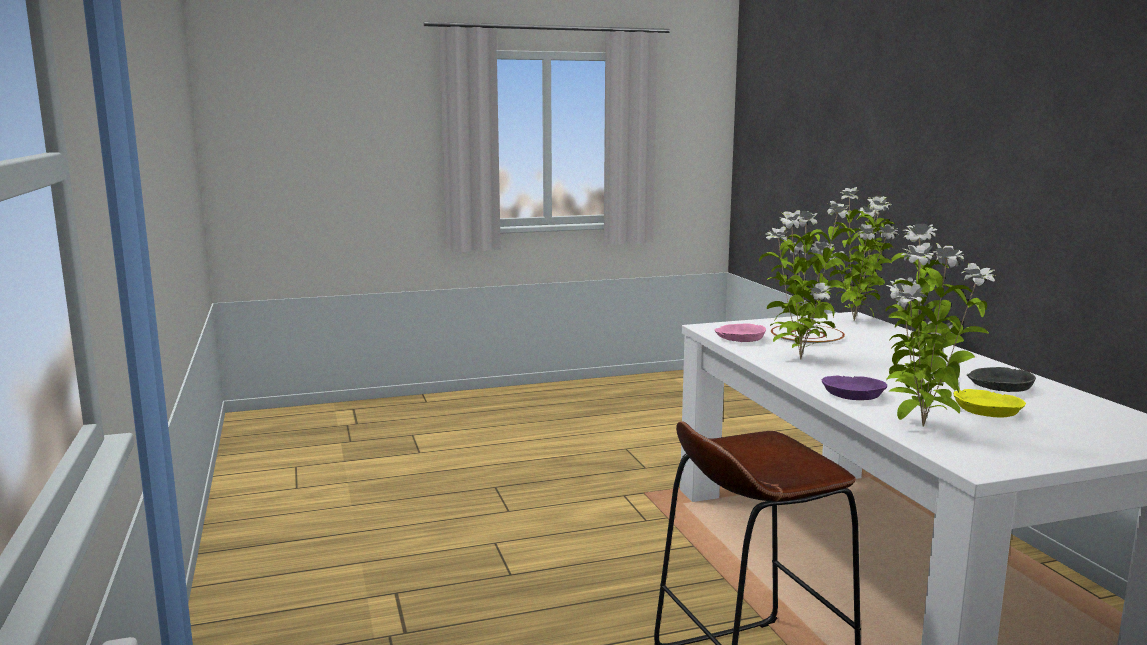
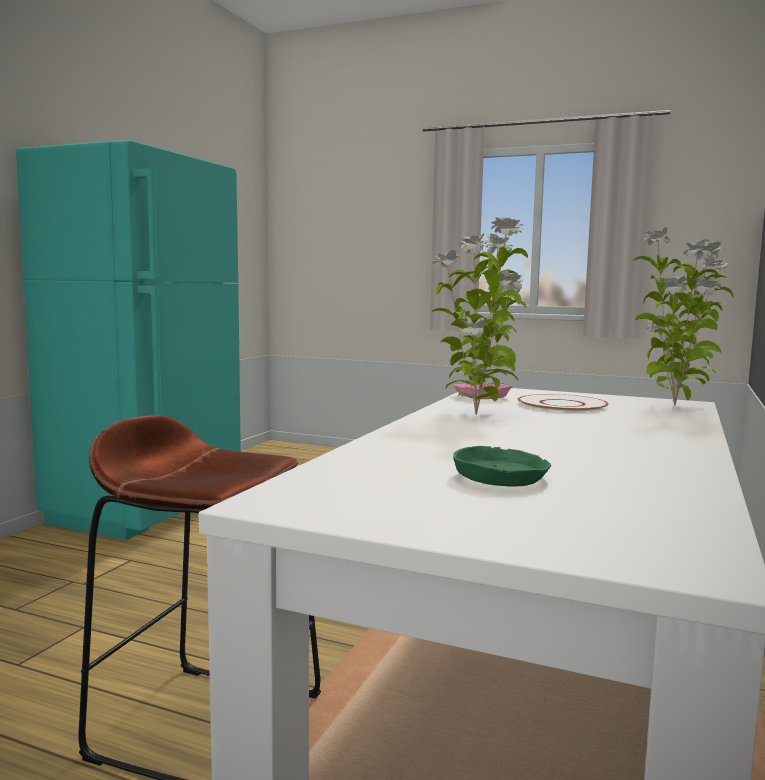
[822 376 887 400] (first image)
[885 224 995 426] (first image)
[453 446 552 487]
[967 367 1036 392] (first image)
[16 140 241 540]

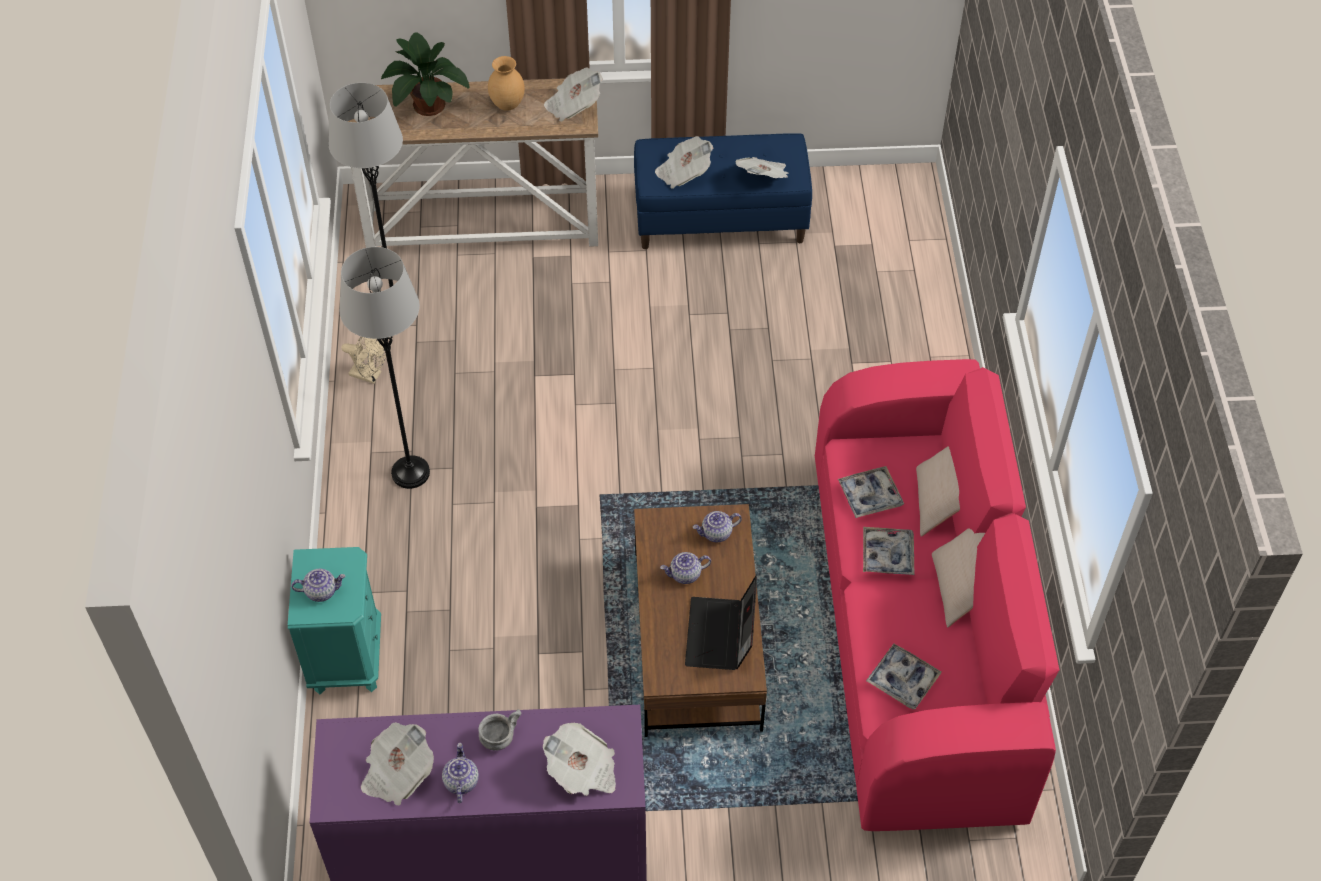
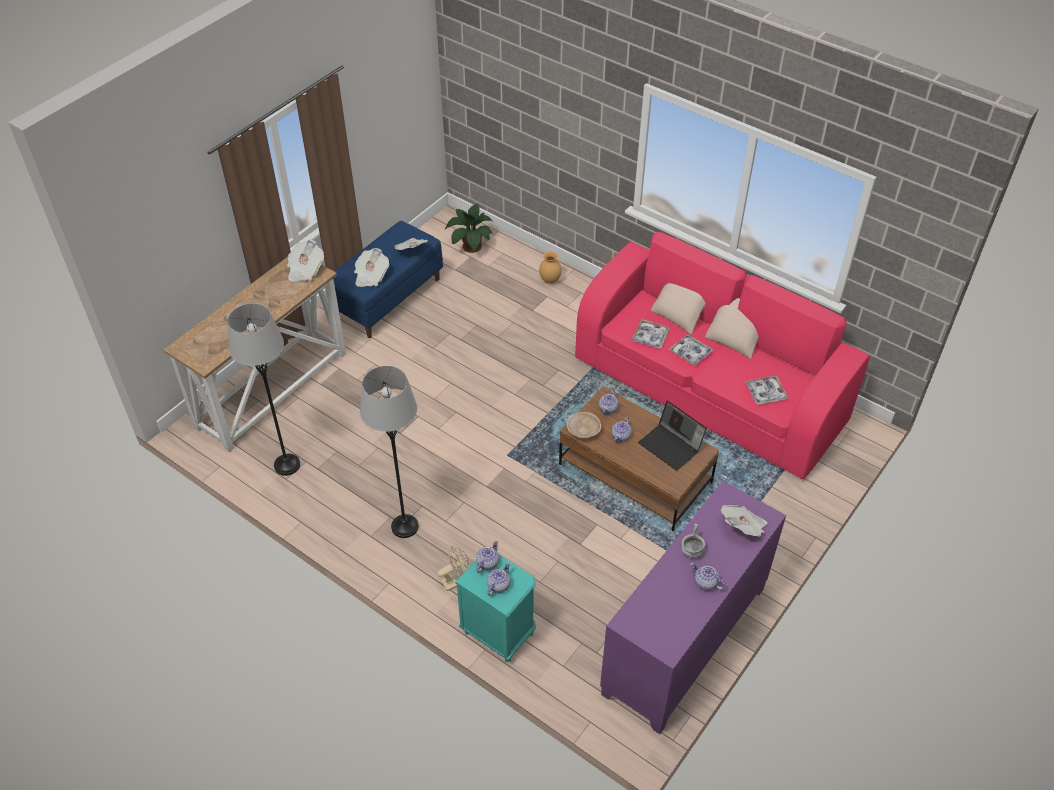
[437 546 471 591]
[361 722 434 806] (first image)
[445 204 492 253]
[539 251 562 284]
[476 540 499 573]
[566 412 601 438]

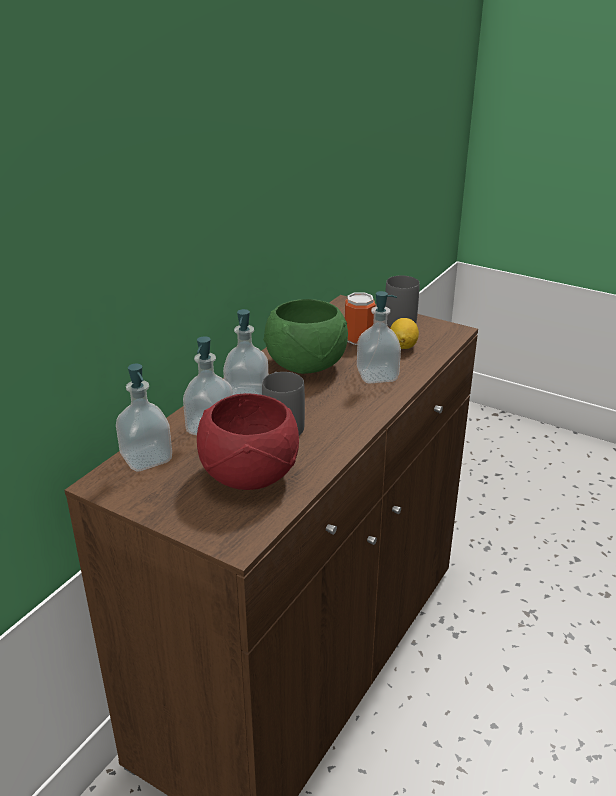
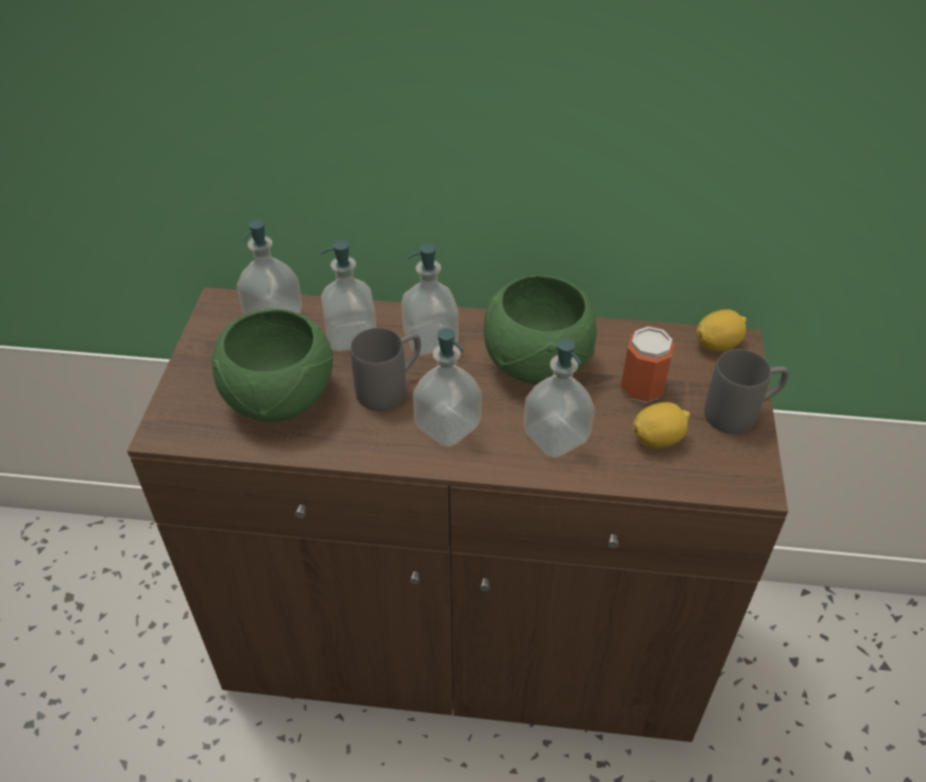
[212 307 333 422]
[413 328 482 447]
[696 309 747 352]

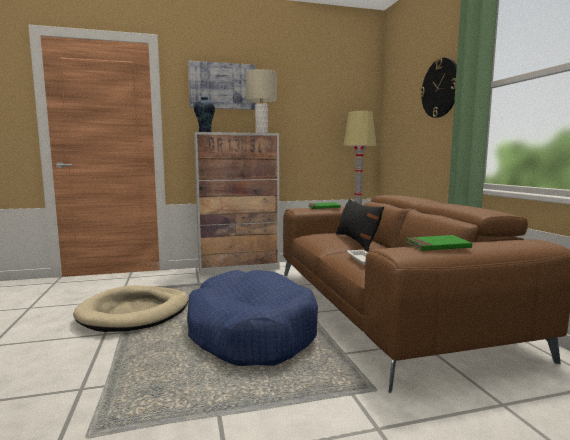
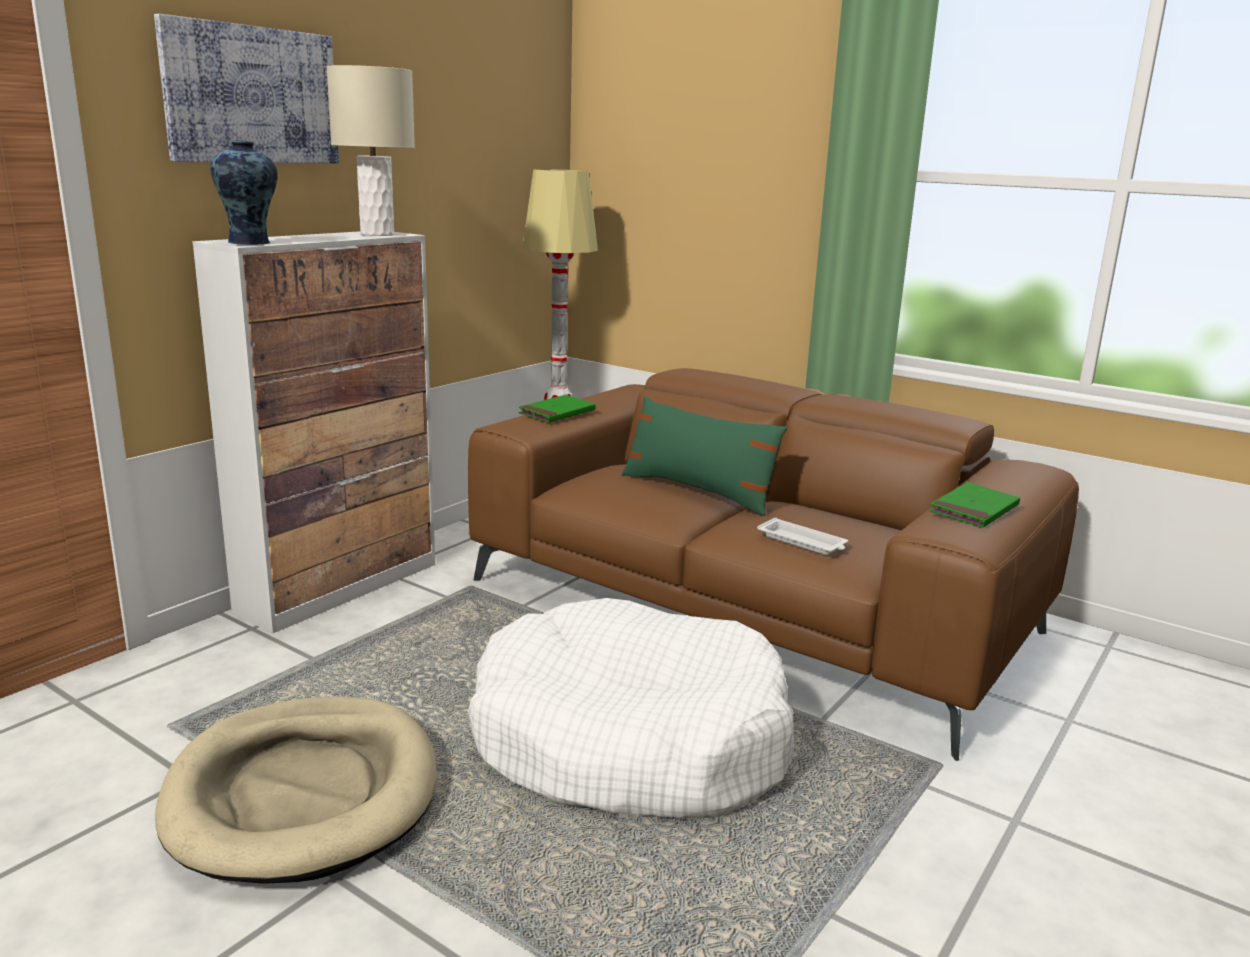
[468 598 793 818]
[622 396 788 516]
[420 58 457 118] (first image)

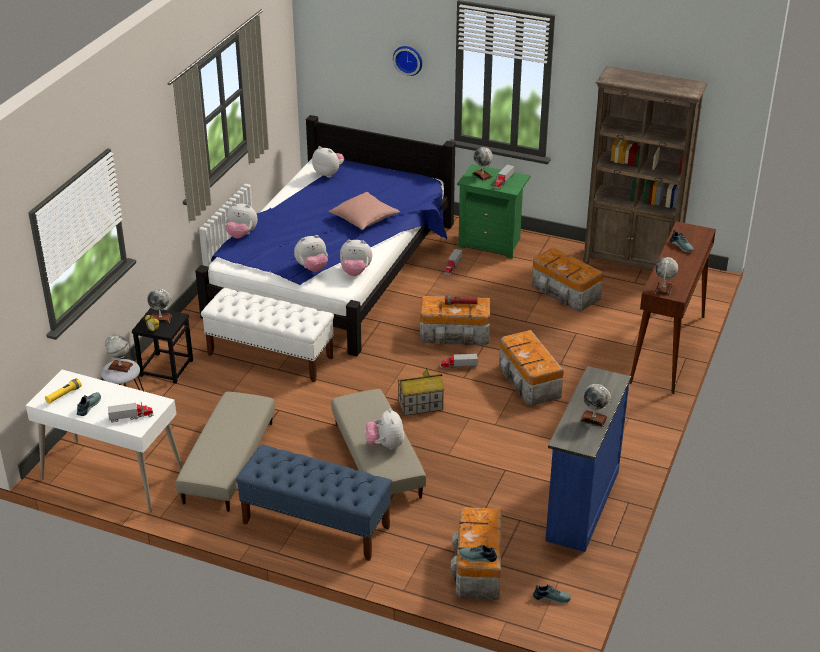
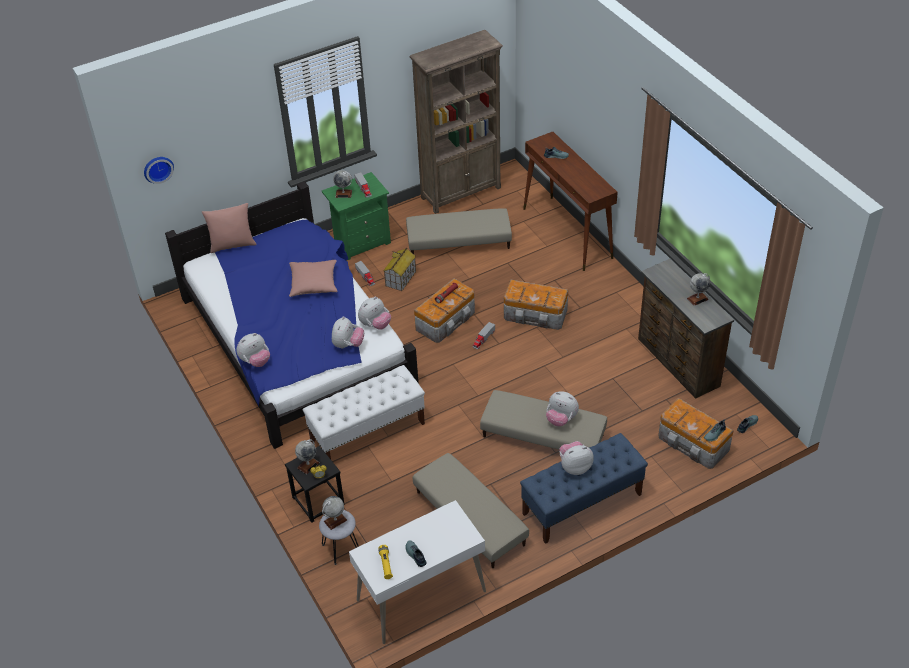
[108 402 154 423] (first image)
[559 441 594 475]
[144 157 174 184]
[383 248 416 291]
[406 208 512 254]
[638 259 734 399]
[655 257 678 296] (first image)
[202 203 257 253]

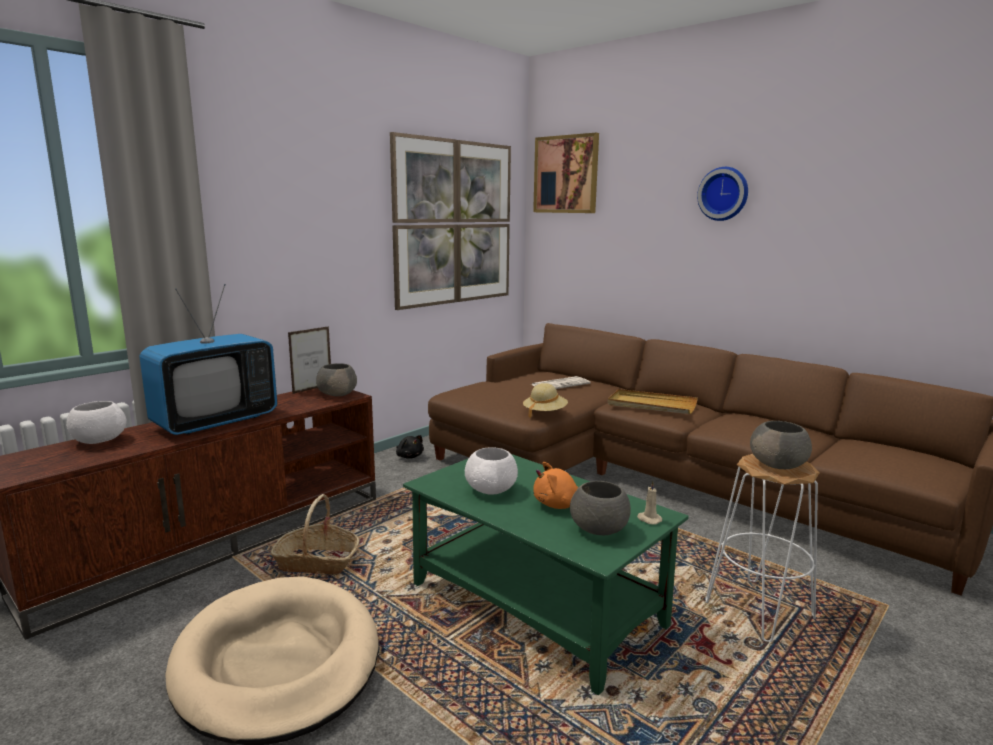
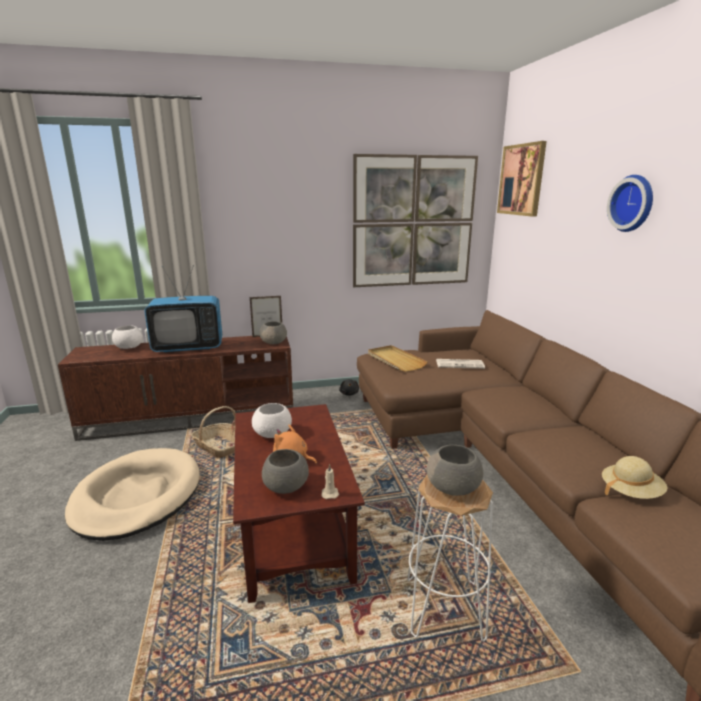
[233 404 365 603]
[602 456 668 499]
[368 345 428 372]

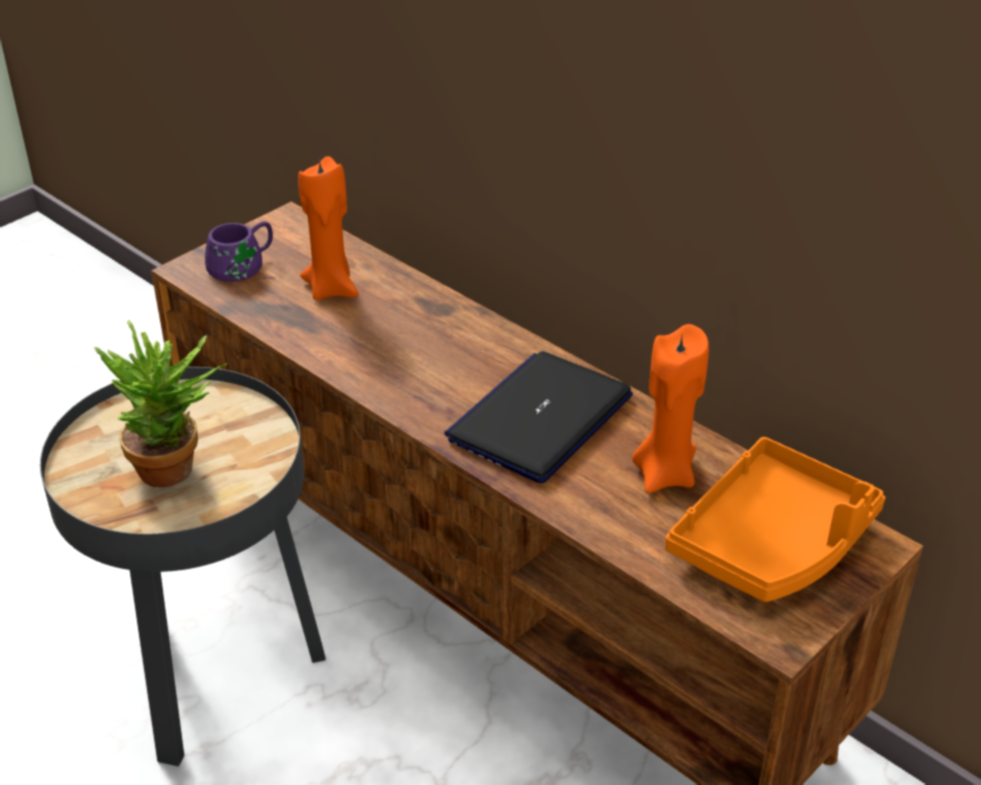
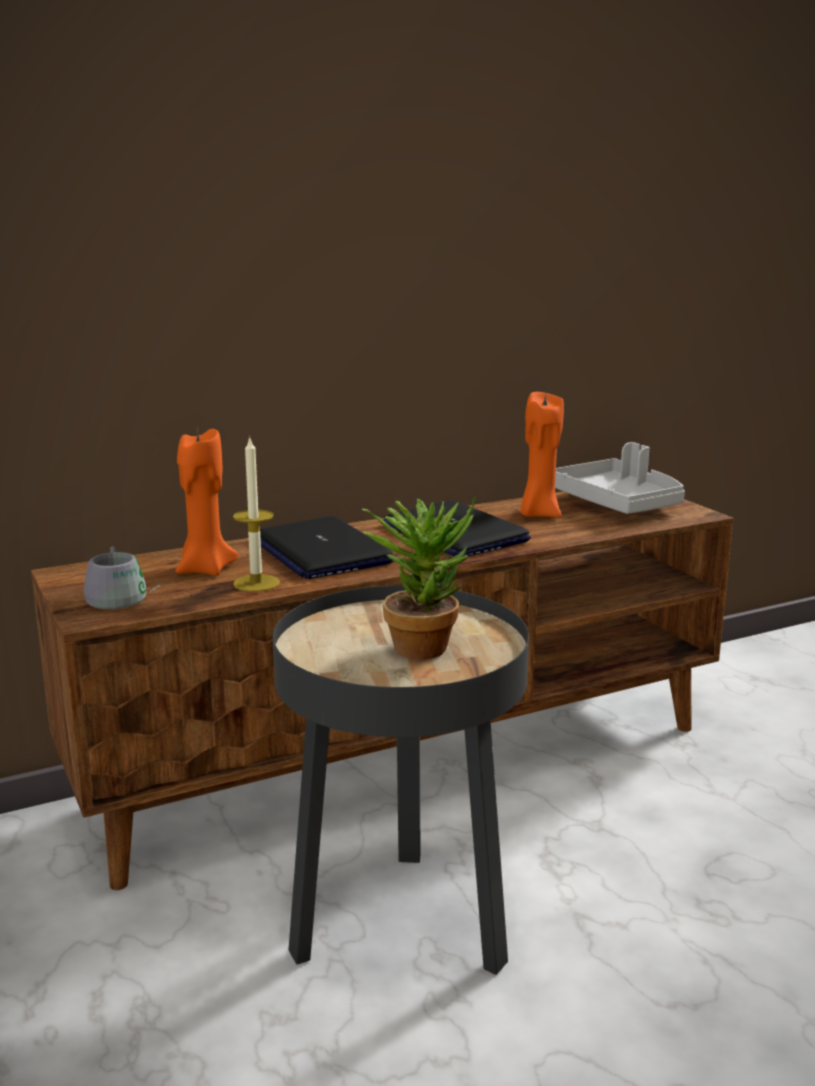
[84 546 160 609]
[555 442 685 514]
[233 436 280 592]
[260 516 393 579]

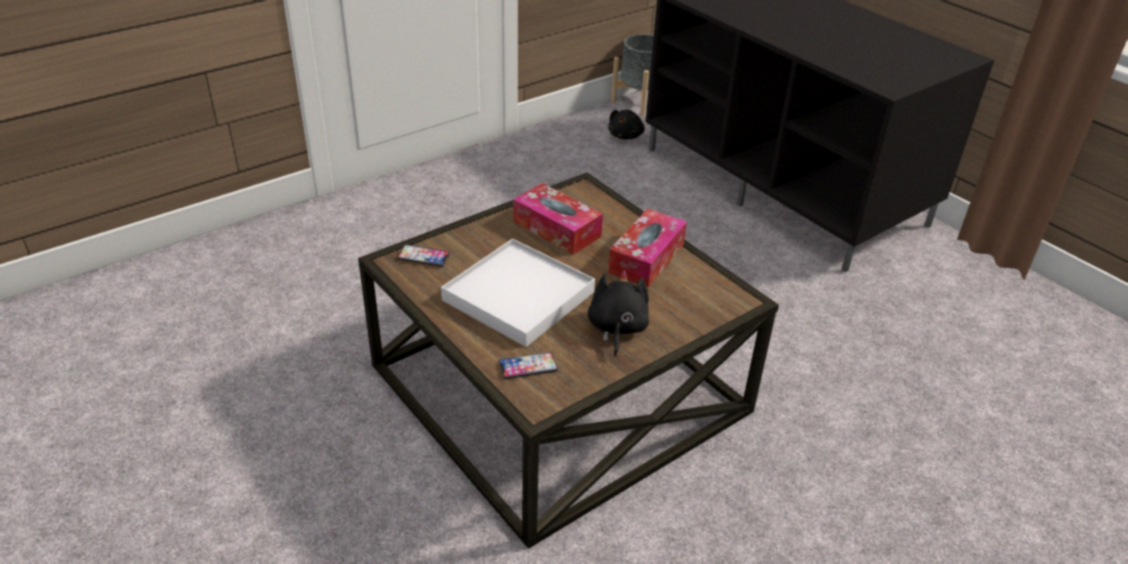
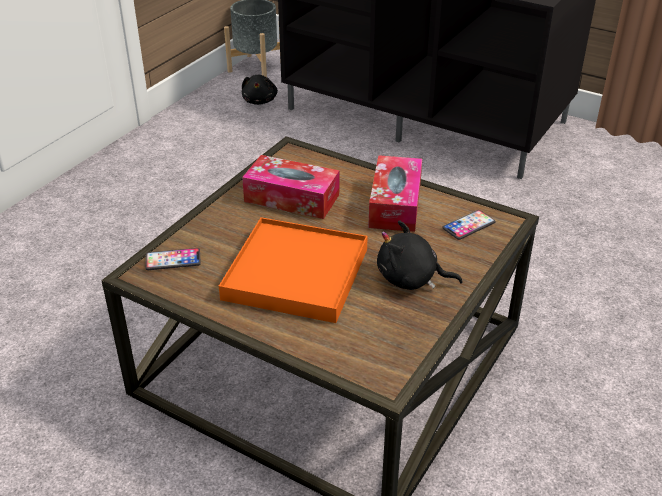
[219 217 368 323]
[442 210 496 240]
[377 220 463 290]

